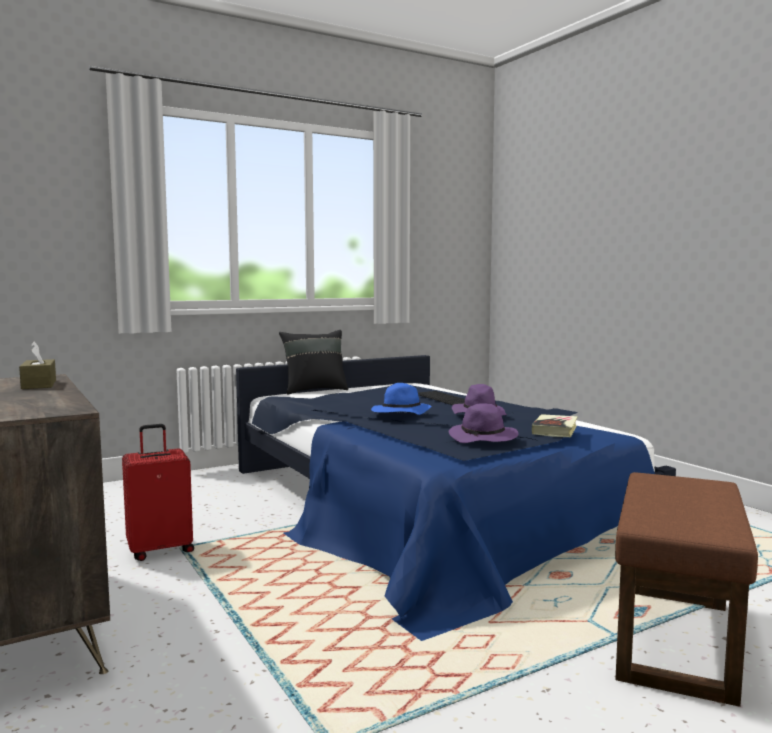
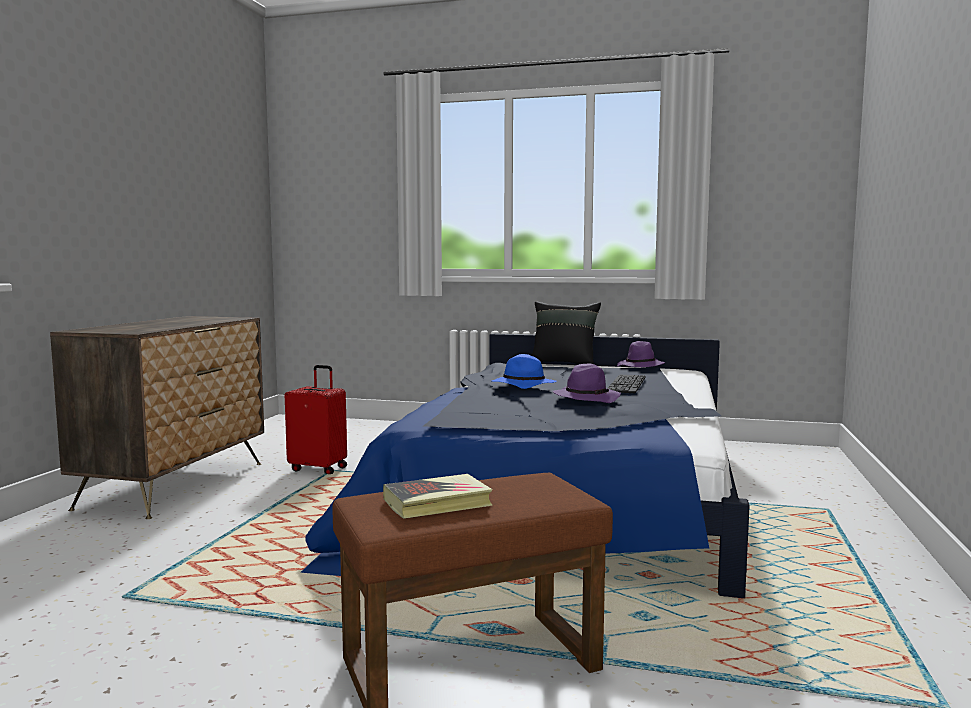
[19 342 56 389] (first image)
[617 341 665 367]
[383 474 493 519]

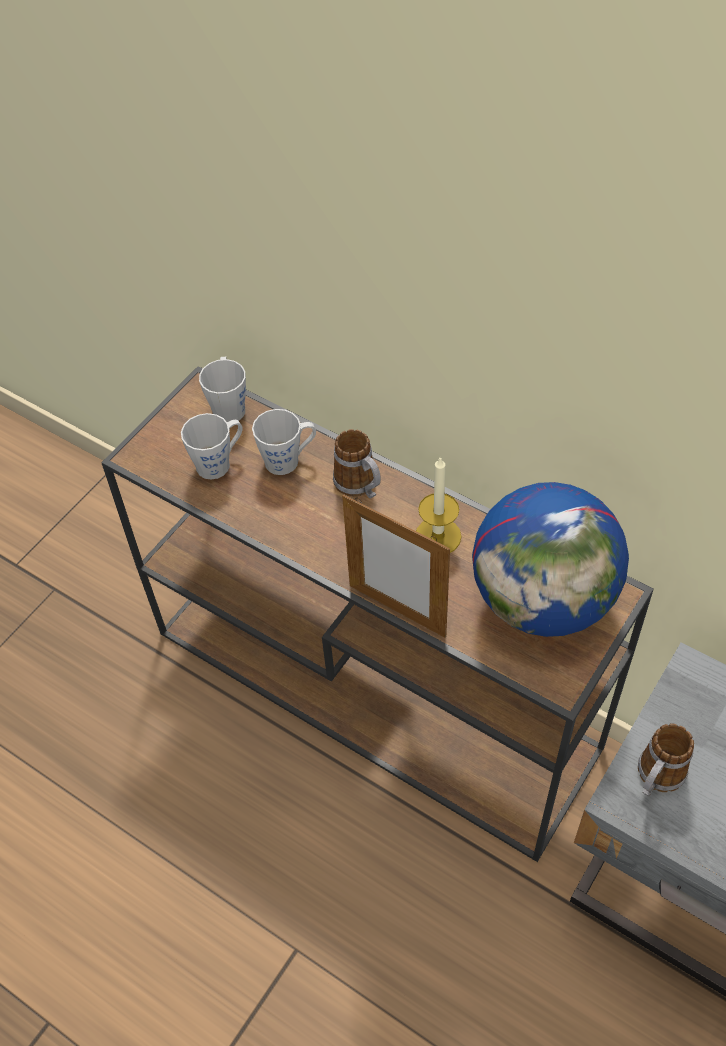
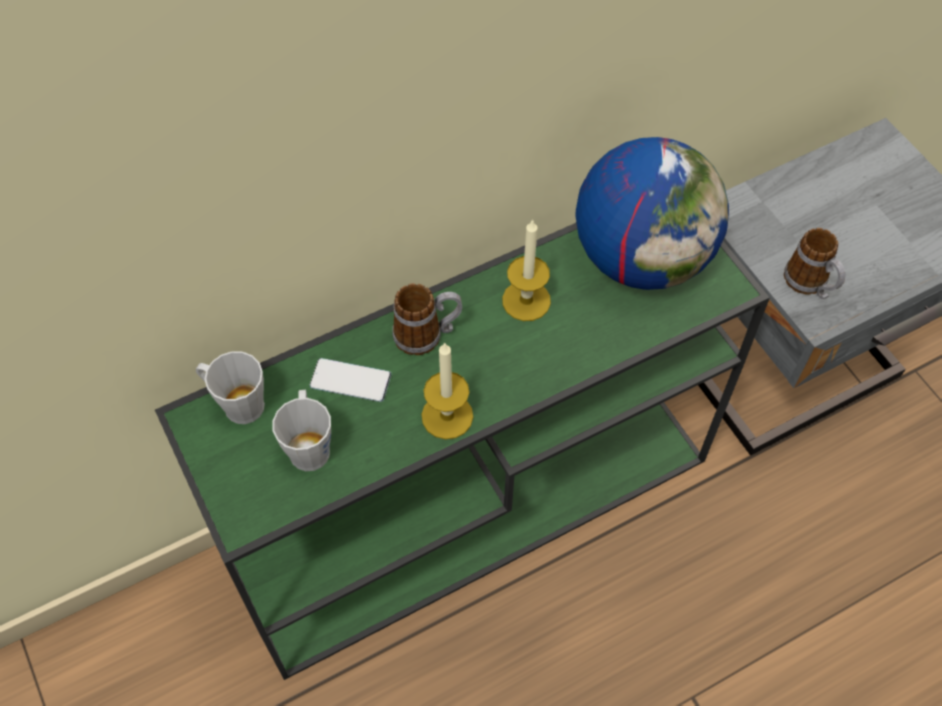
[155 223 770 680]
[309 358 391 402]
[342 494 450 638] (first image)
[421 342 473 439]

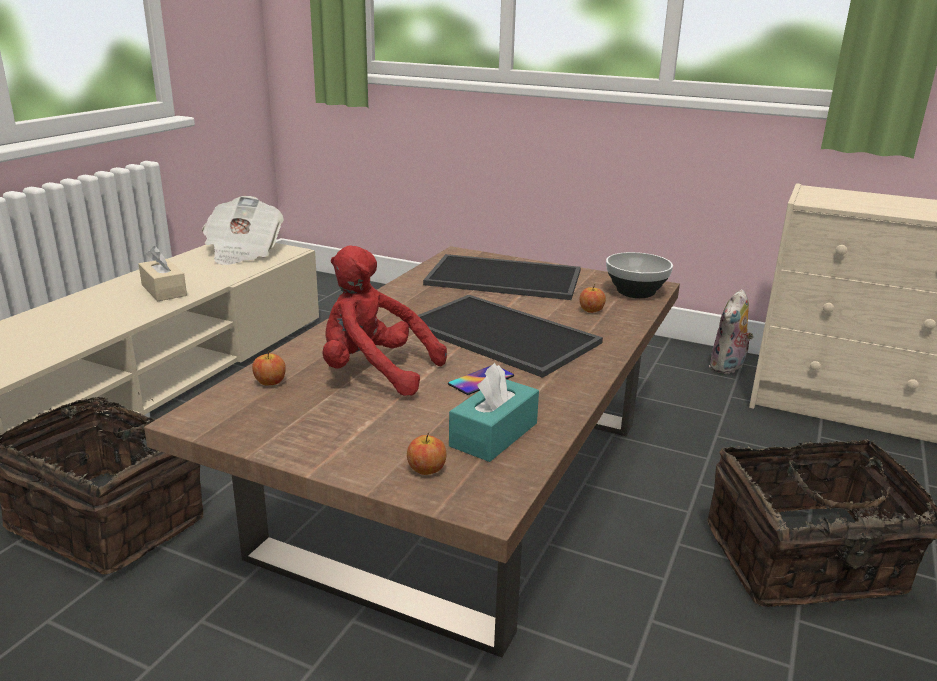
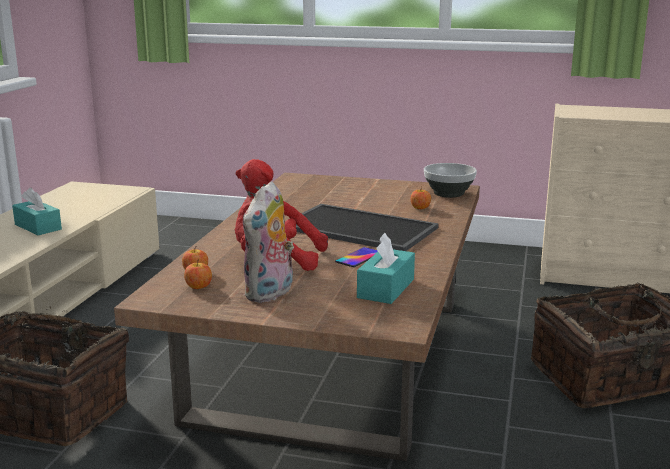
[12 188 62 235]
[202 196 284 265] (first image)
[184 259 212 289]
[423 254 581 300] (first image)
[243 181 294 303]

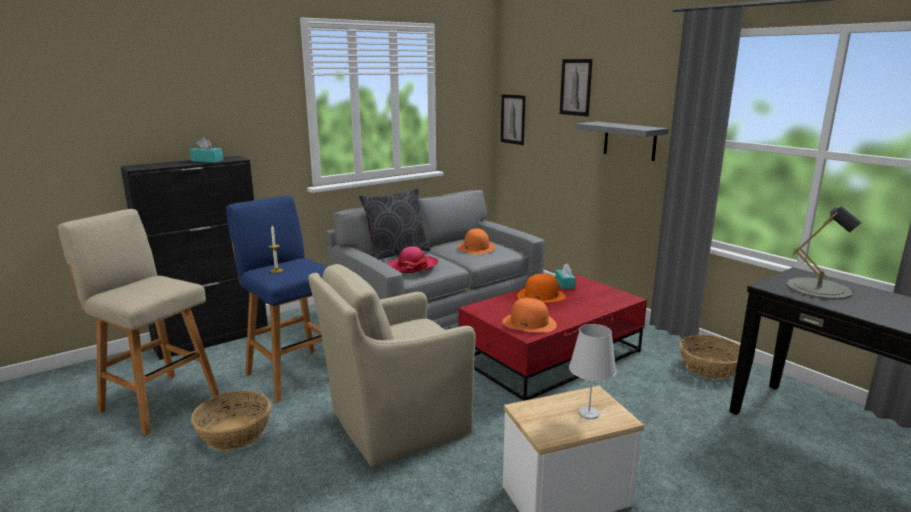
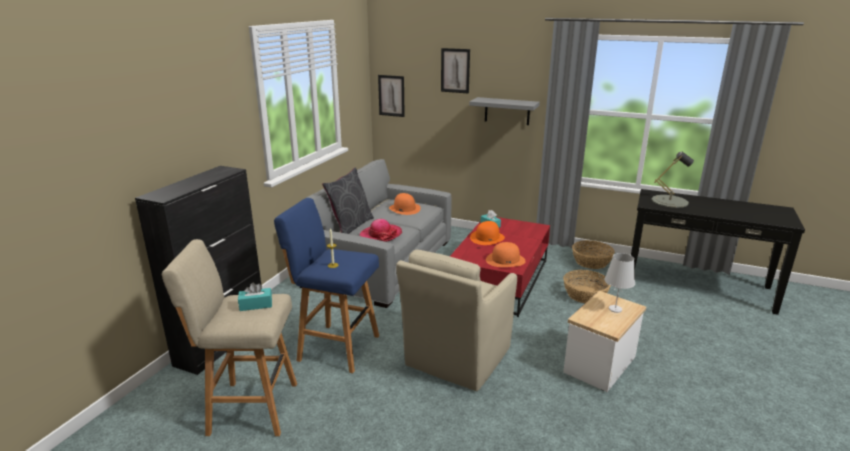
[238 283 272 311]
[563 270 611 303]

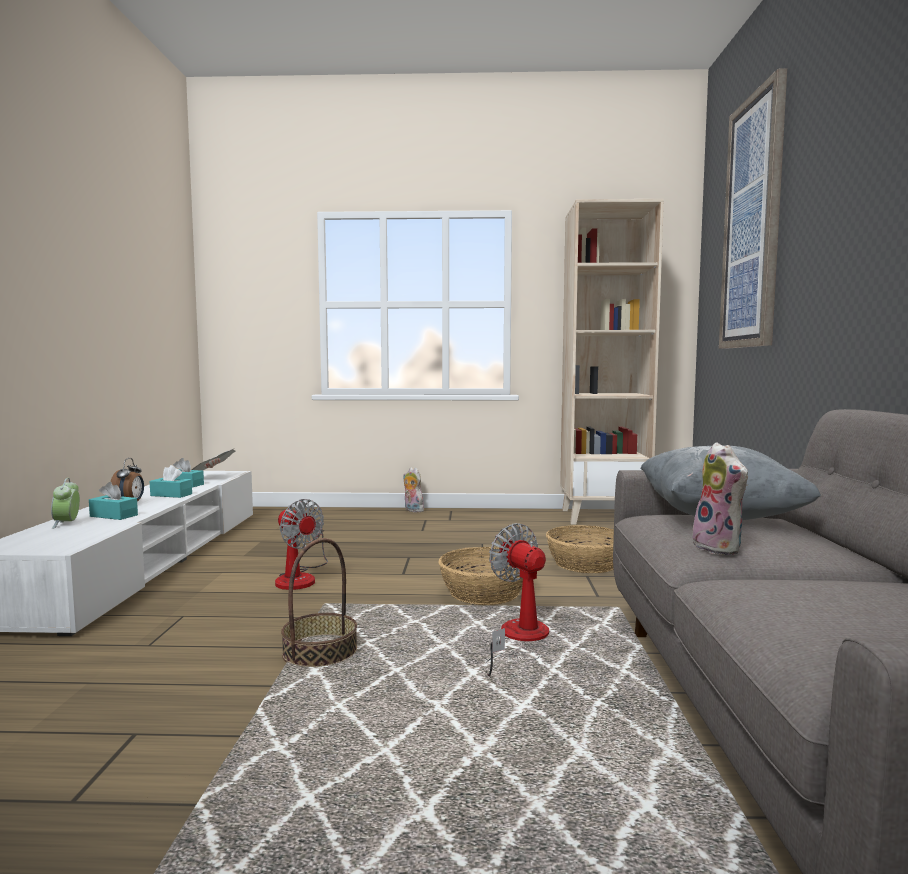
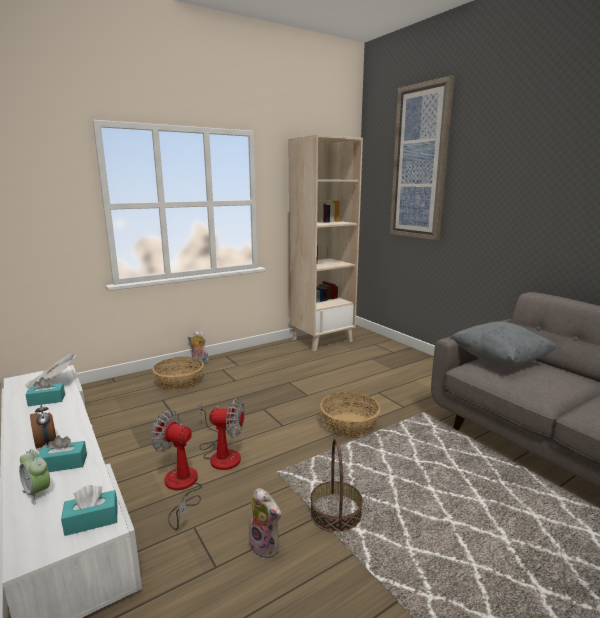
[61 485 118 536]
[150 410 202 530]
[153 356 204 391]
[249 488 281 559]

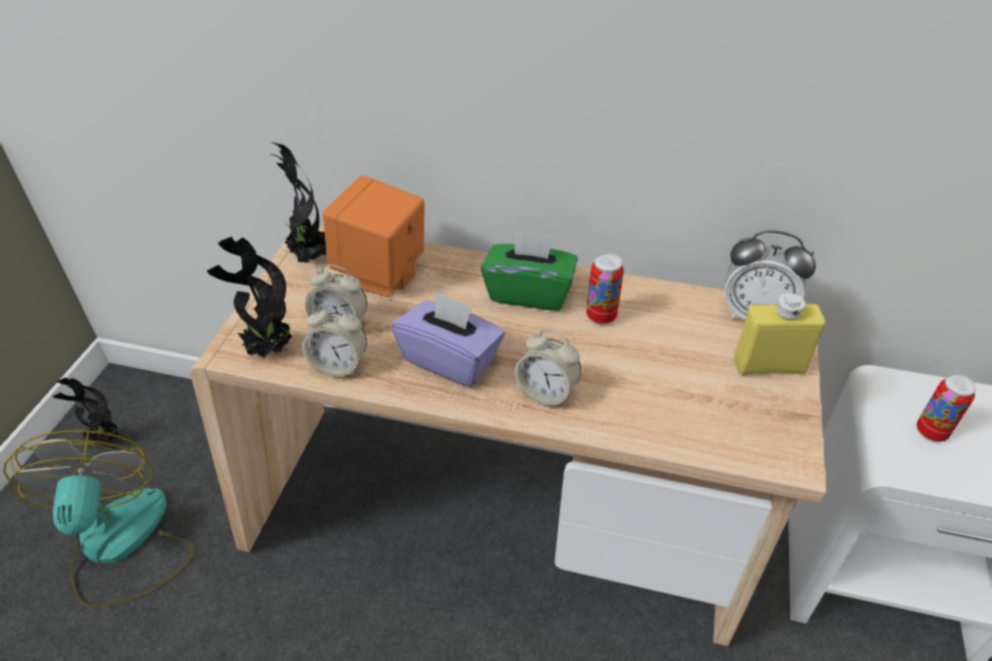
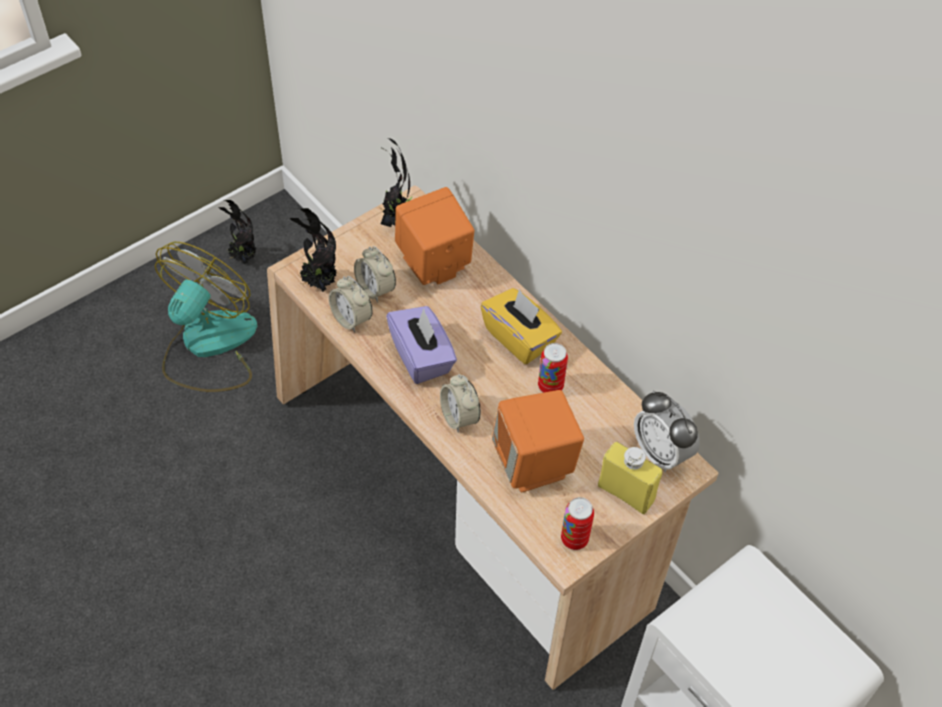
[480 288 562 364]
[561 497 594 550]
[492 390 584 492]

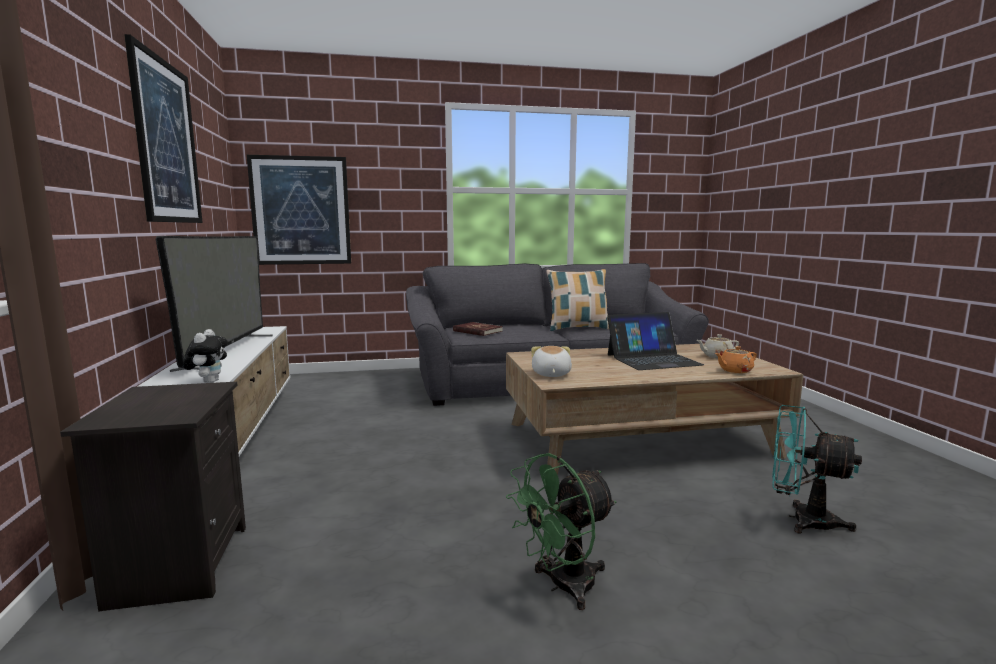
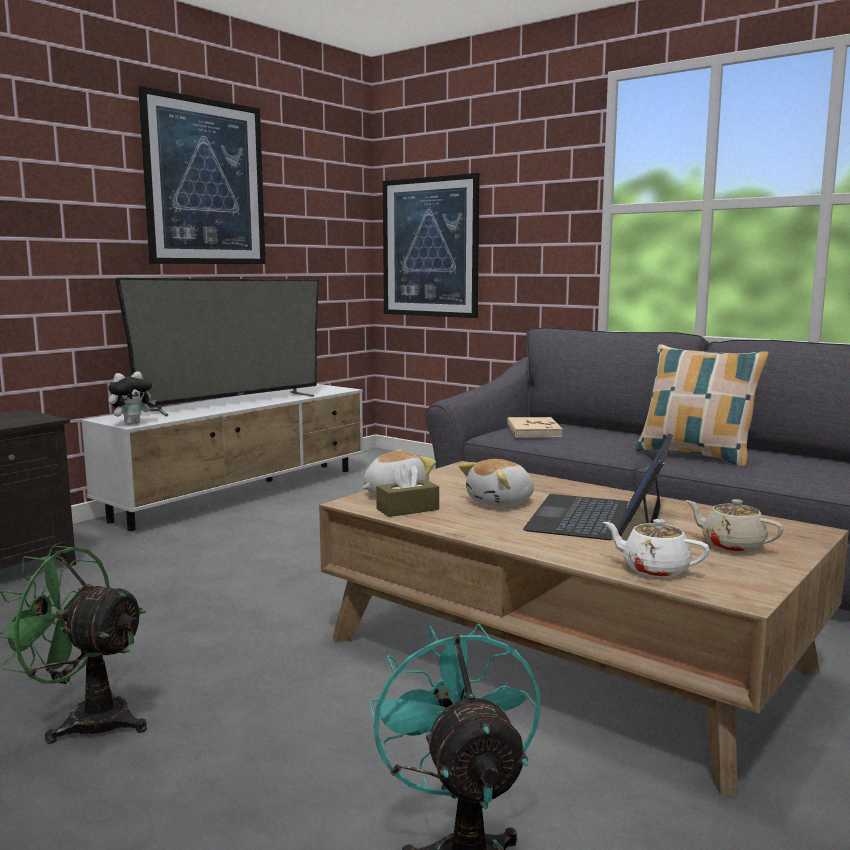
[507 417 563 438]
[523 433 673 540]
[603 519 710 578]
[376 462 439 517]
[459 459 534 507]

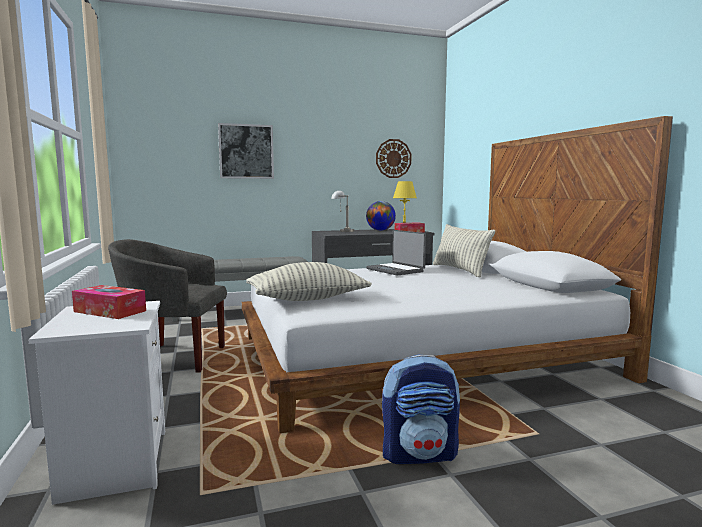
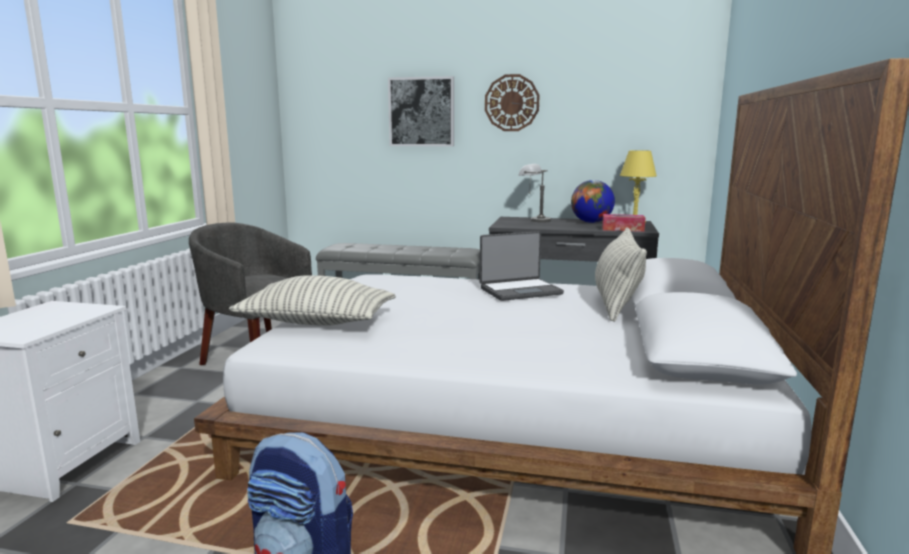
[72 285 146 319] (first image)
[480 231 564 301]
[485 74 540 131]

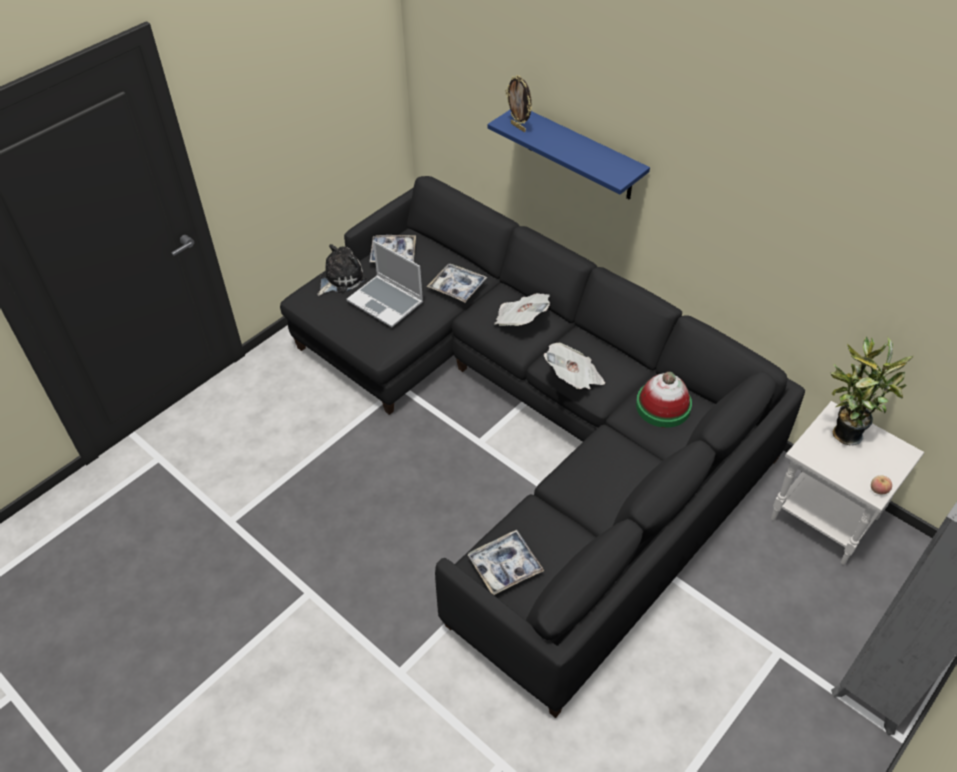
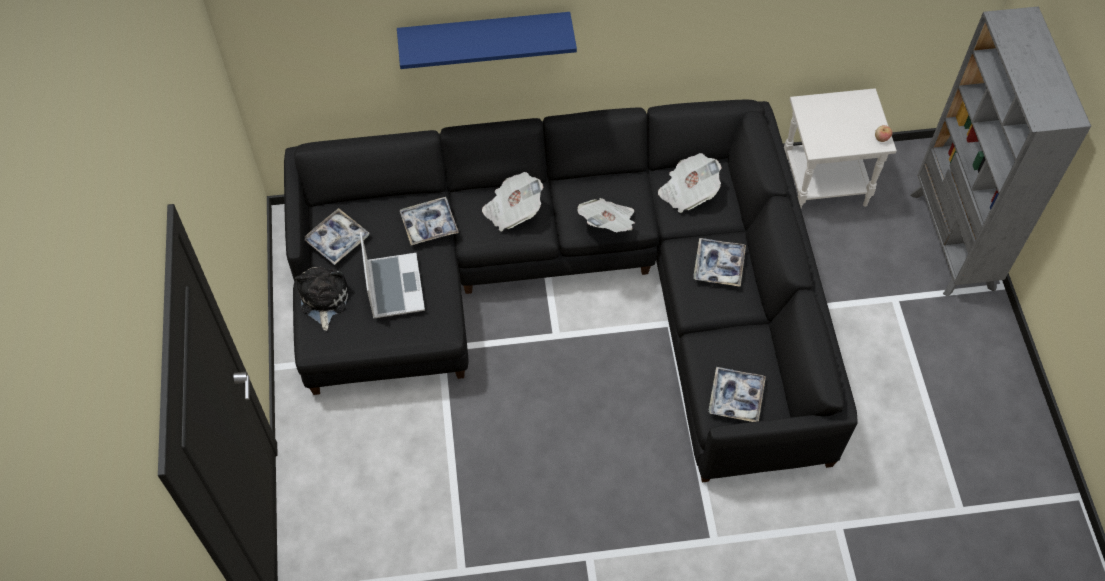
[360 232 425 319]
[505 75 532 132] (first image)
[658 153 722 213]
[831 336 913 445] (first image)
[693 238 746 287]

